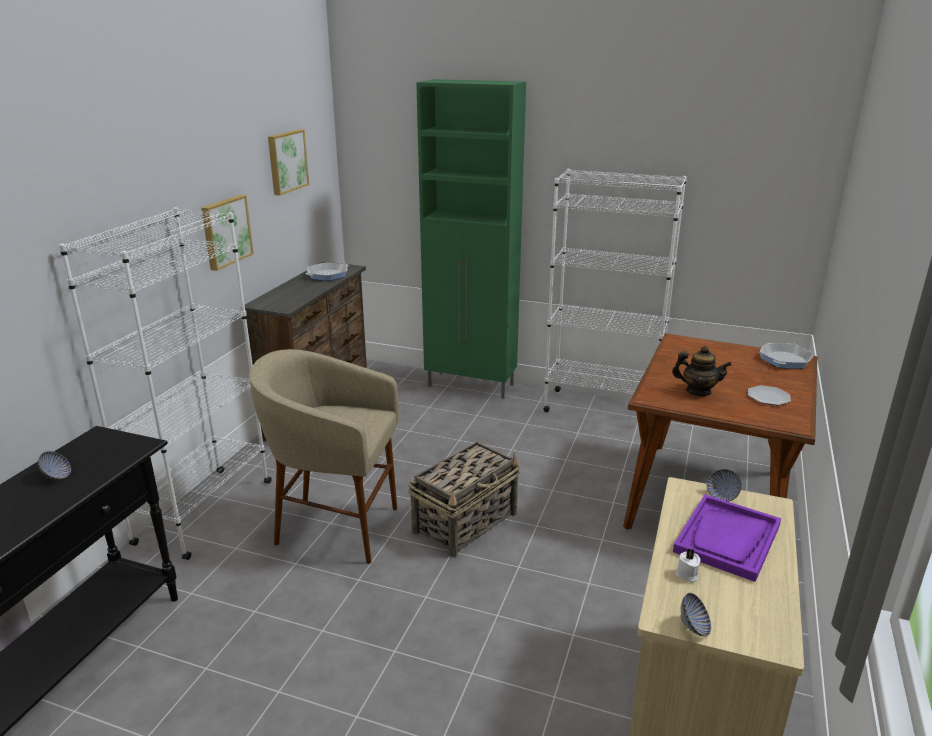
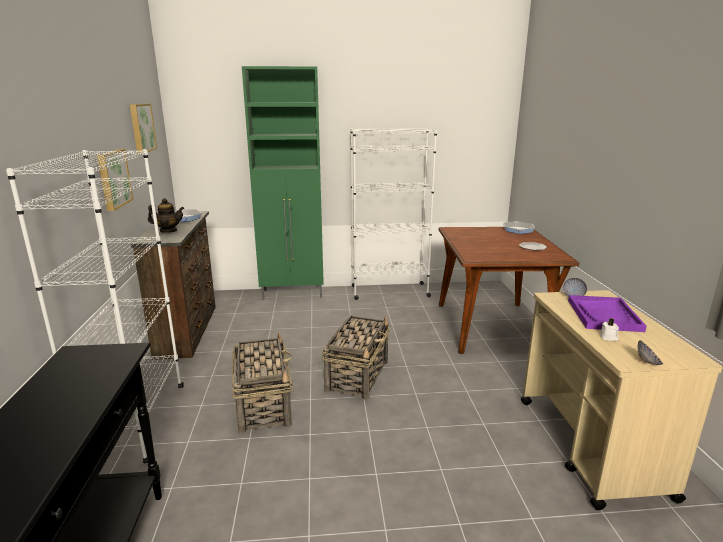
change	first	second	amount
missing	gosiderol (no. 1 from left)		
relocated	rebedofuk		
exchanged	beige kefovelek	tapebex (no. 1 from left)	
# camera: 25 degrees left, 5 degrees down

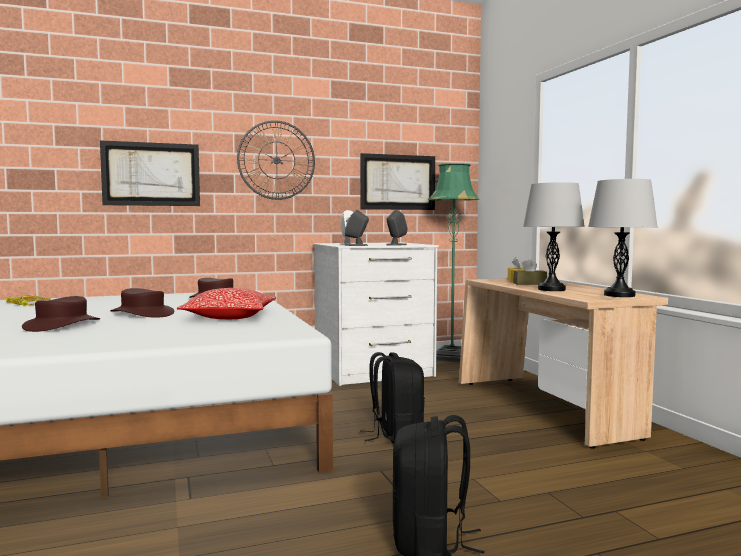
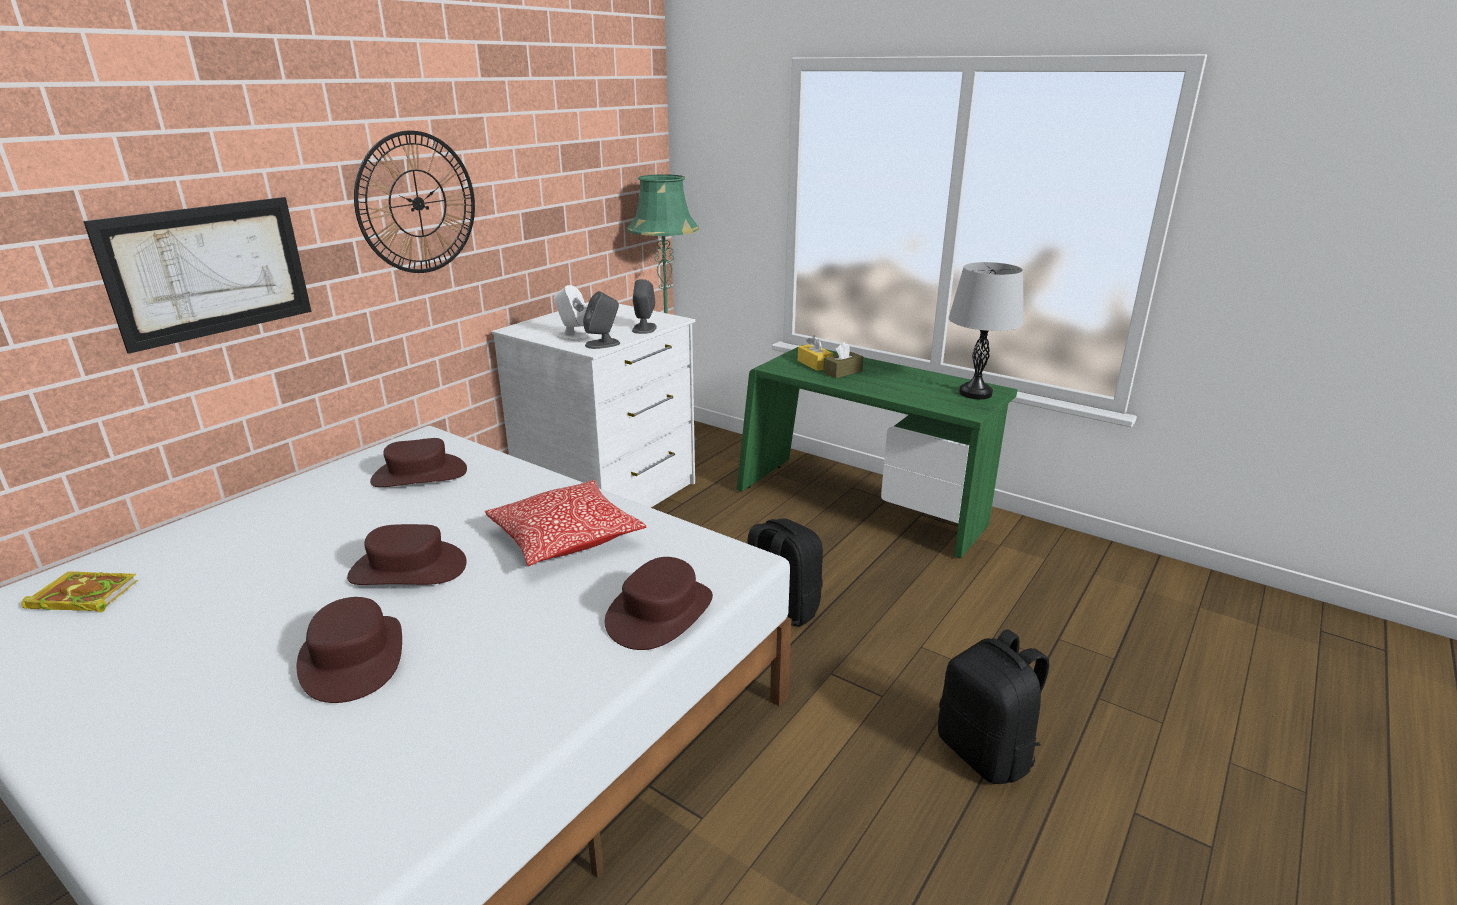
change	first	second	amount
missing	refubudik (no. 2 from left)		
missing	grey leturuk (no. 1 from left)		
appeared		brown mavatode (no. 4 from left)	
colour	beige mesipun	green mesipun	
# camera: 35 degrees left, 20 degrees up

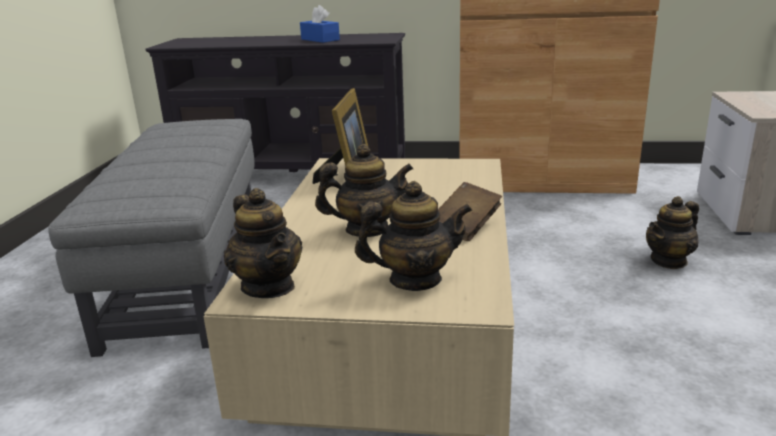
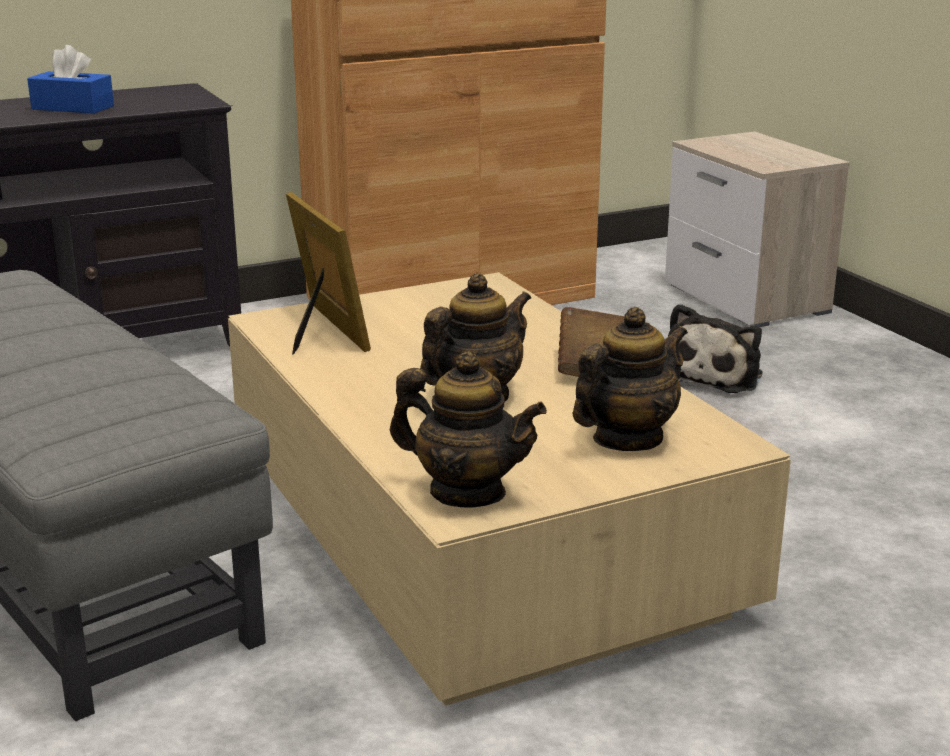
change	first	second	amount
exchanged	rebedofuk (no. 4 from left)	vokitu	
# camera: 35 degrees left, 0 degrees up

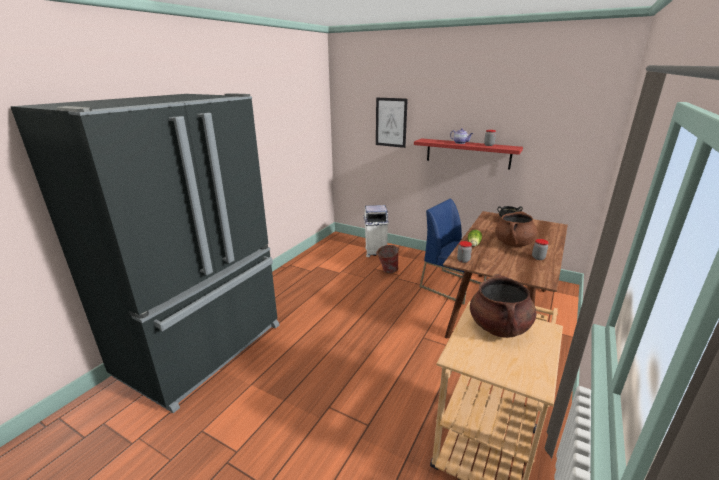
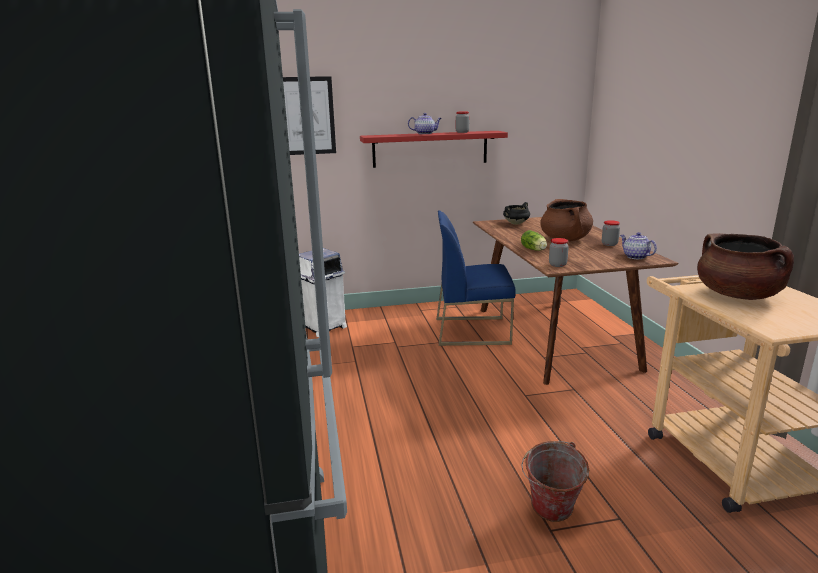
change	first	second	amount
appeared		rebedofuk (no. 2 from left)	
relocated	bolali		
# camera: 40 degrees left, 5 degrees down

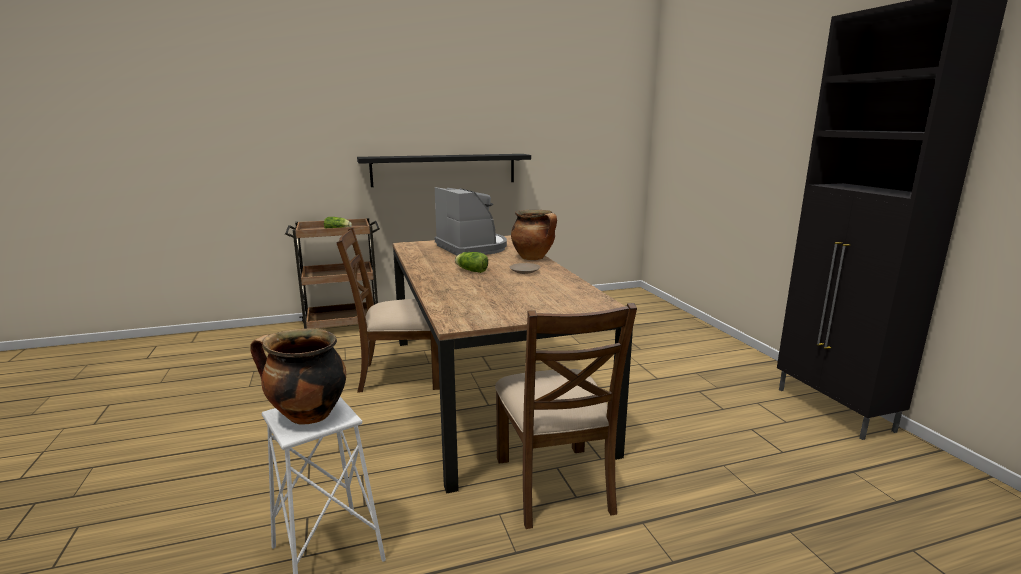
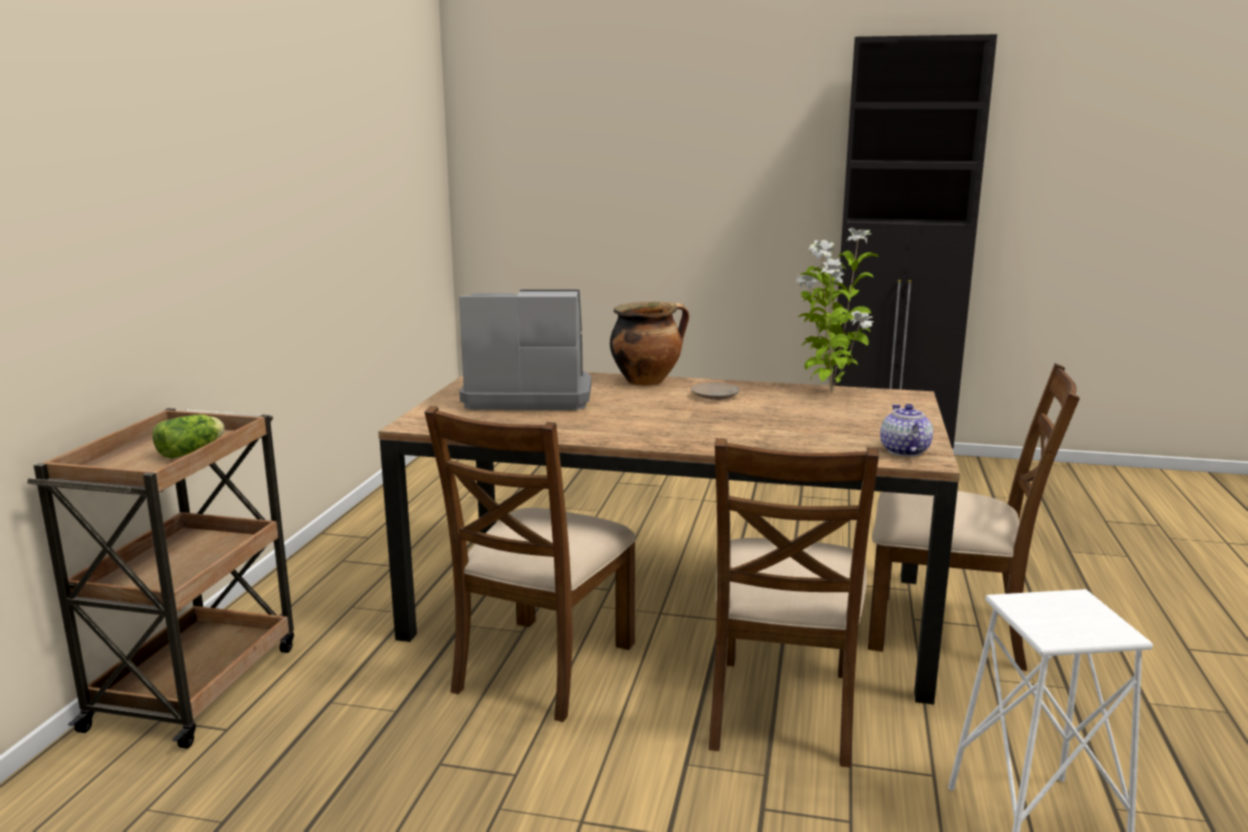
change	first	second	amount
missing	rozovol (no. 1 from left)		
missing	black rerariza		
missing	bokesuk (no. 2 from left)		
appeared		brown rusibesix (no. 2 from left)	
appeared		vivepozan	
appeared		rebedofuk	
# camera: 60 degrees left, 0 degrees up

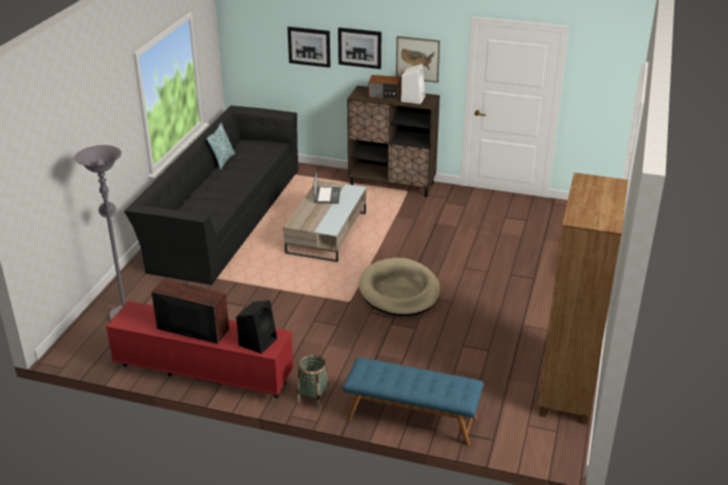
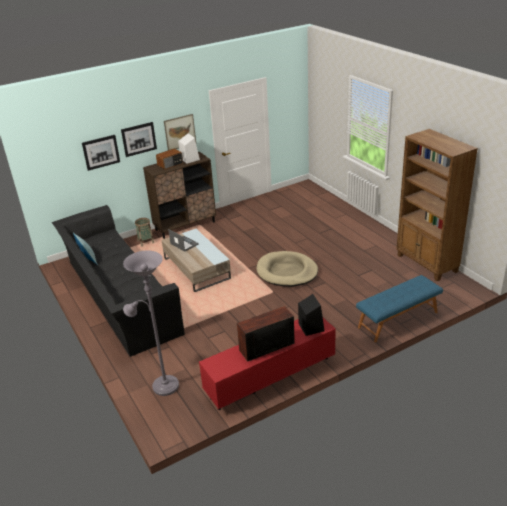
change	first	second	amount
relocated	tapebex		
# camera: 45 degrees left, 0 degrees up

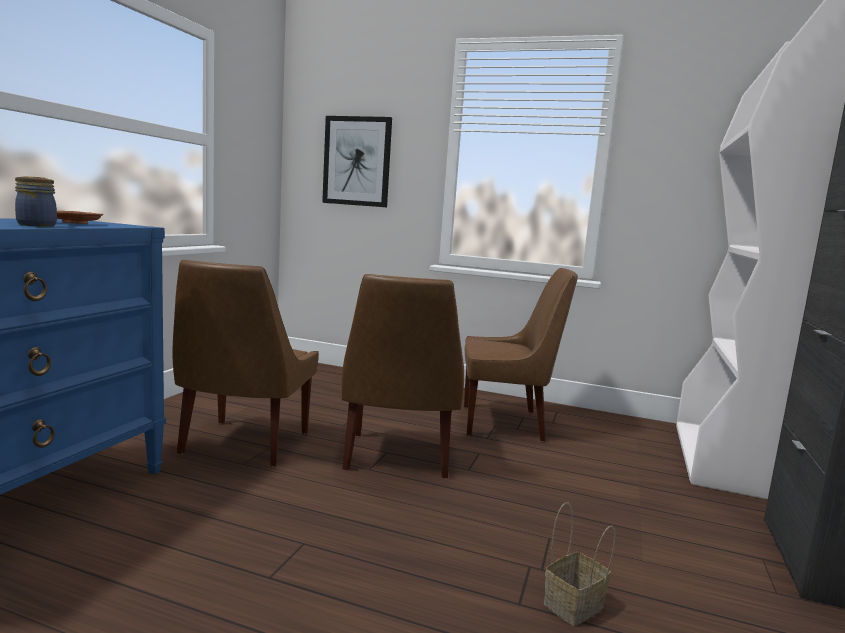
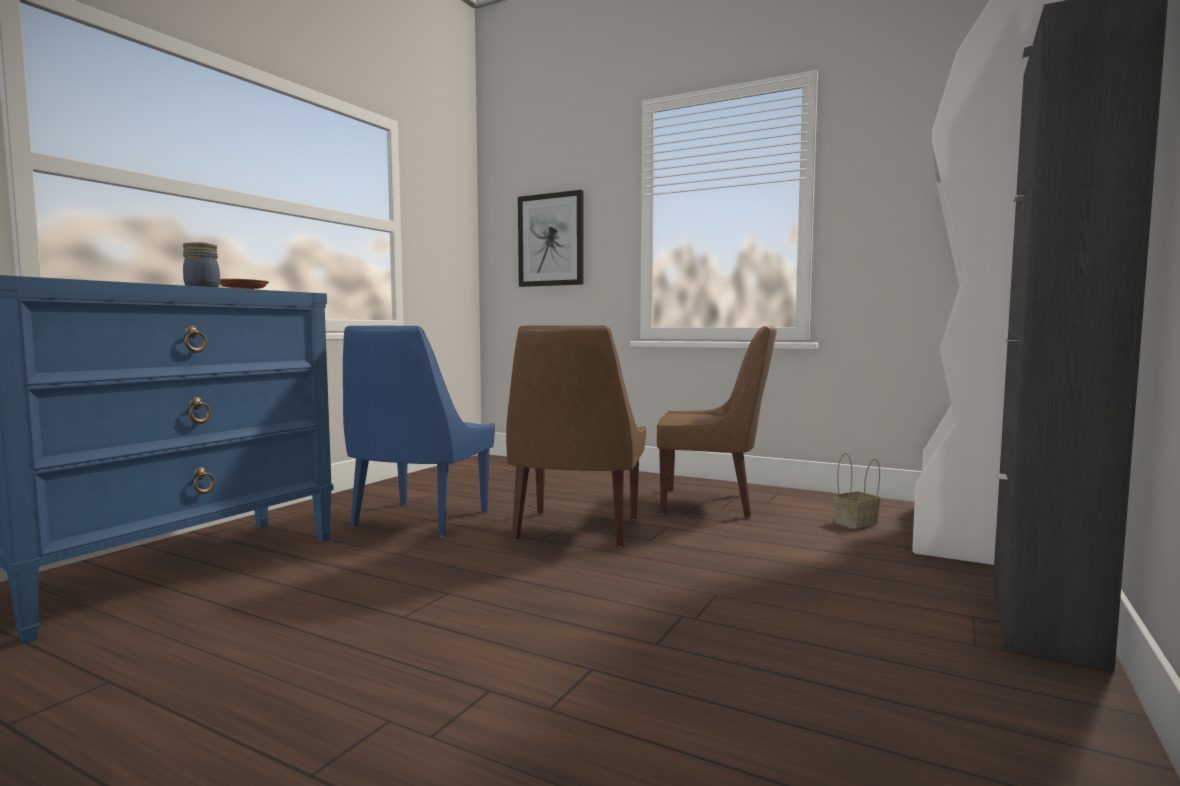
change	first	second	amount
relocated	tapebex		
colour	brown rusibesix (no. 1 from left)	blue rusibesix	
# camera: 10 degrees right, 5 degrees down

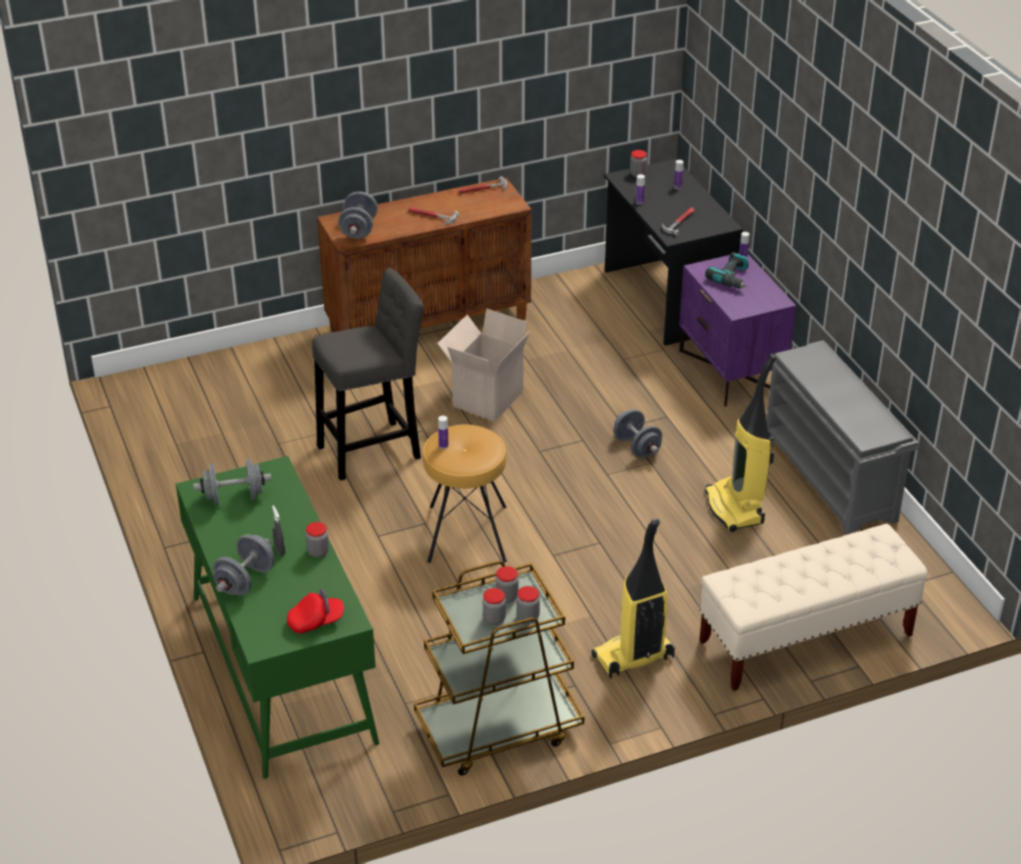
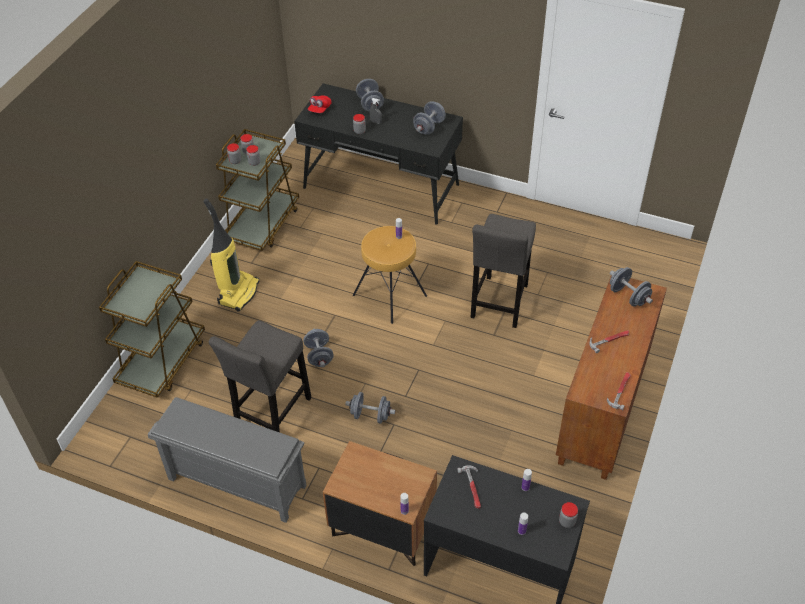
change	first	second	amount
missing	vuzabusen		
missing	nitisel		
appeared		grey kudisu (no. 1 from left)	
exchanged	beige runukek	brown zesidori (no. 1 from left)	
exchanged	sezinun (no. 2 from left)	grey kefovelek (no. 1 from left)	
colour	green mesipun	black mesipun (no. 1 from left)	
colour	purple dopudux	brown dopudux	
# camera: 135 degrees right, 10 degrees up

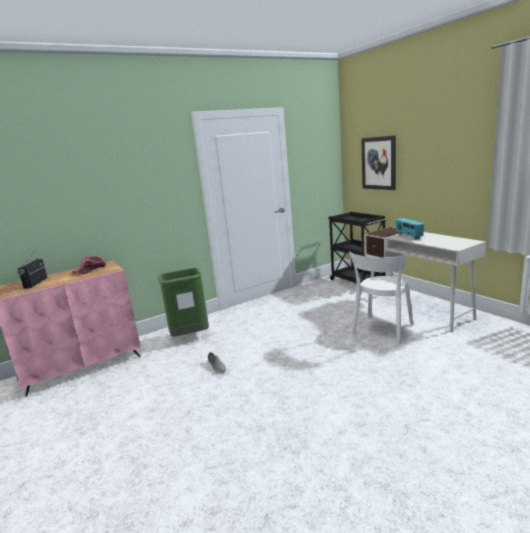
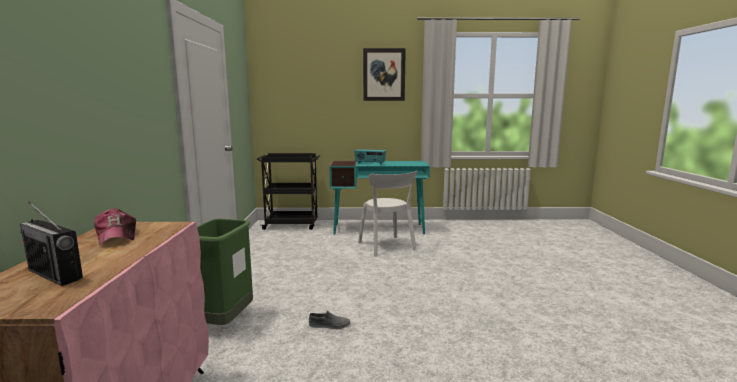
change	first	second	amount
relocated	refubudik		
colour	white mesipun	turquoise mesipun	
# camera: 60 degrees left, 5 degrees down

